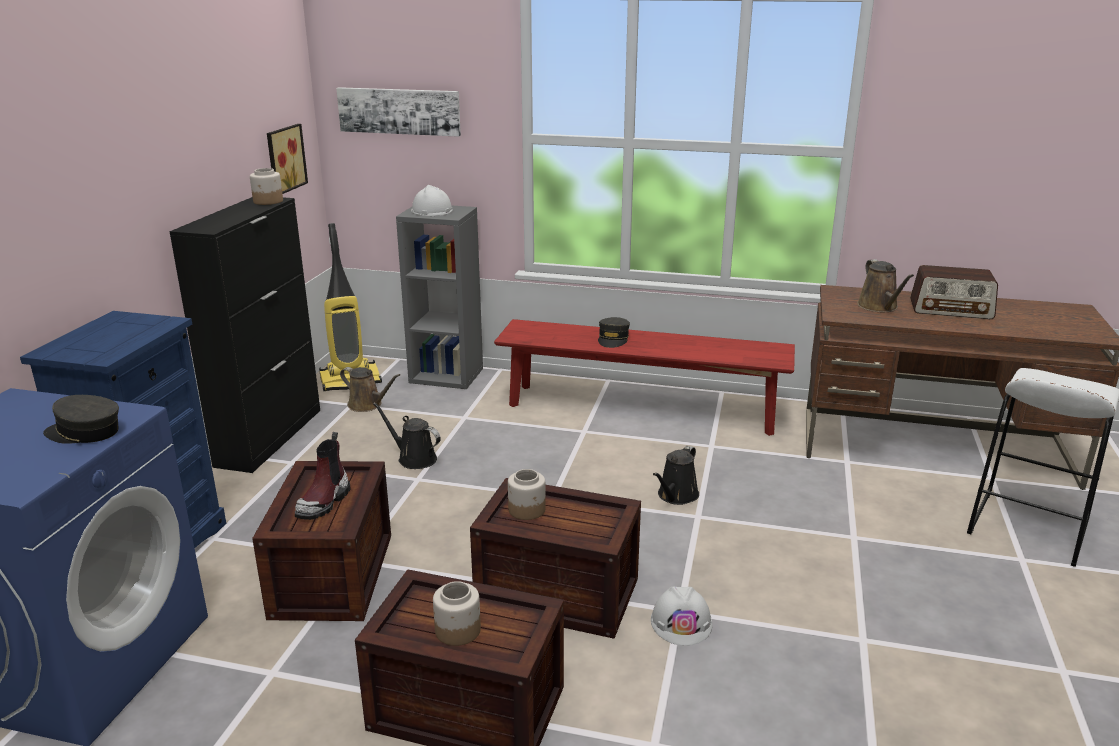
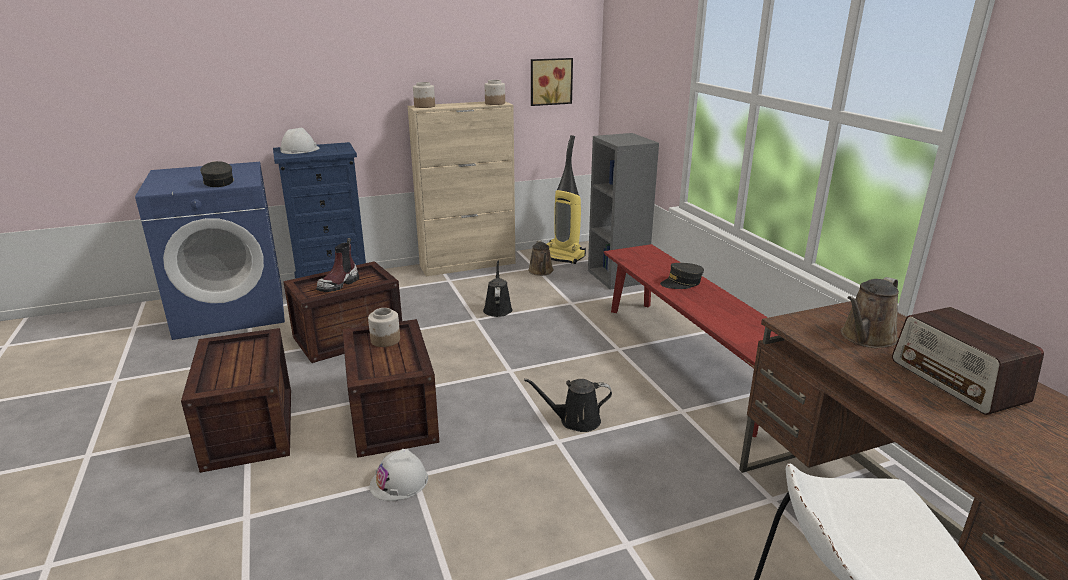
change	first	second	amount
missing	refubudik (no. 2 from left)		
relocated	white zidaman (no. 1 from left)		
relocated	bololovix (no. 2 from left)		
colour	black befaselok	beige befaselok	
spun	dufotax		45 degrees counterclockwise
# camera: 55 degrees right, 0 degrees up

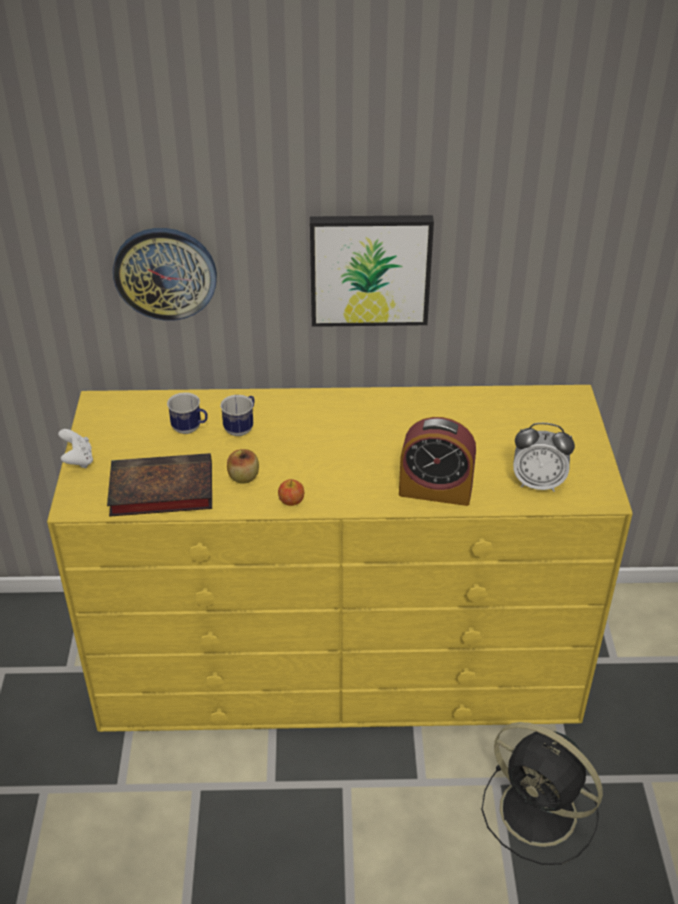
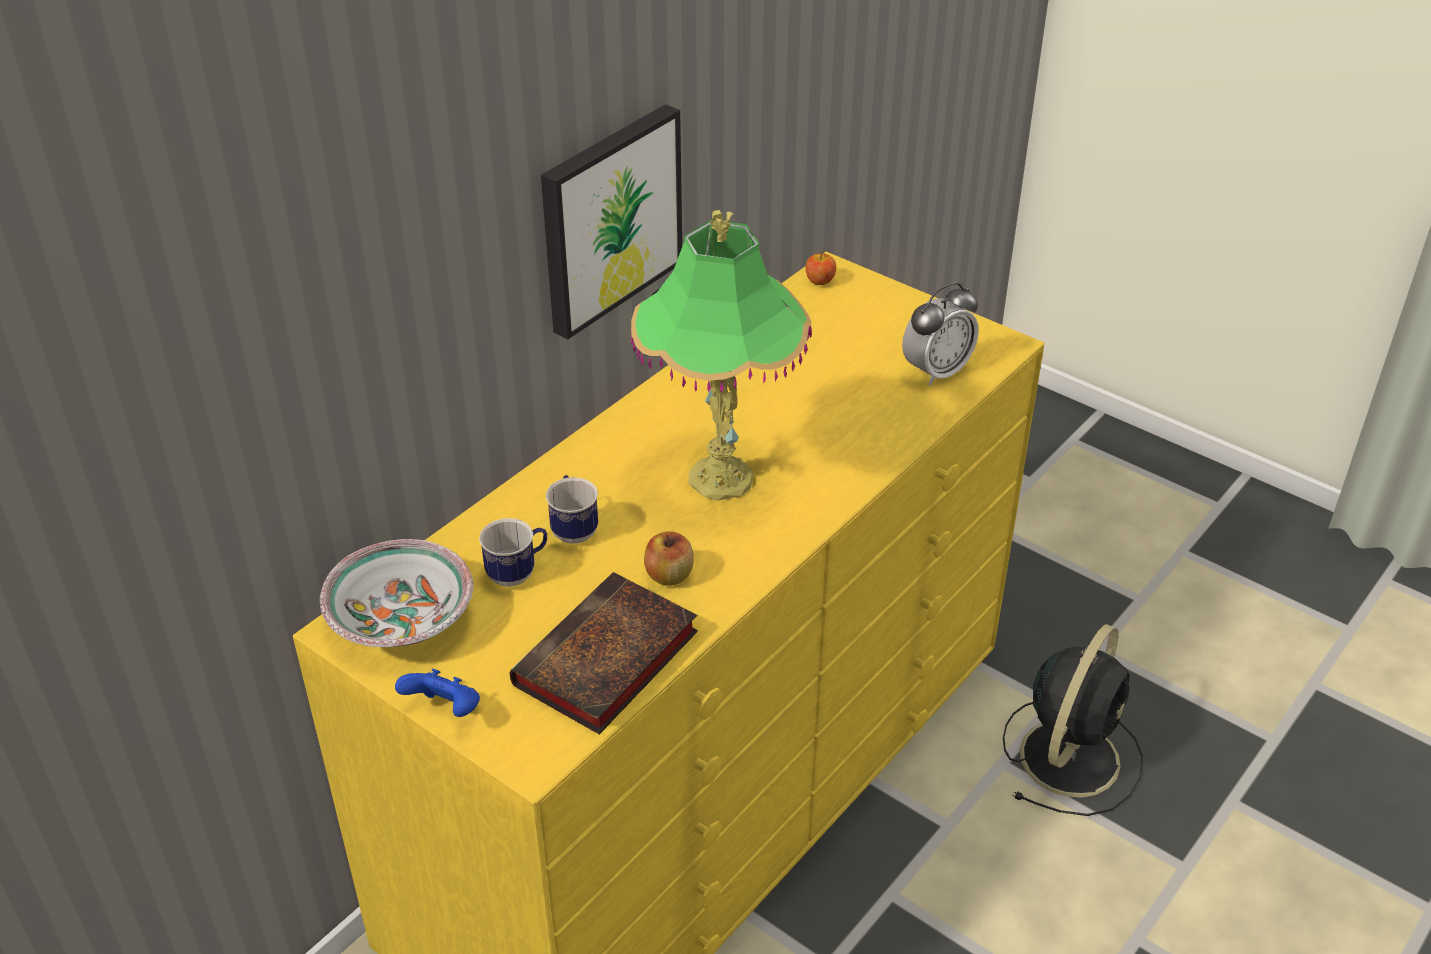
change	first	second	amount
missing	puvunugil		
missing	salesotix (no. 1 from left)		
appeared		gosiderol	
appeared		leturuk	
relocated	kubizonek (no. 2 from left)		
colour	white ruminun	blue ruminun	
spun	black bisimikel		45 degrees counterclockwise
# camera: 50 degrees left, 0 degrees up

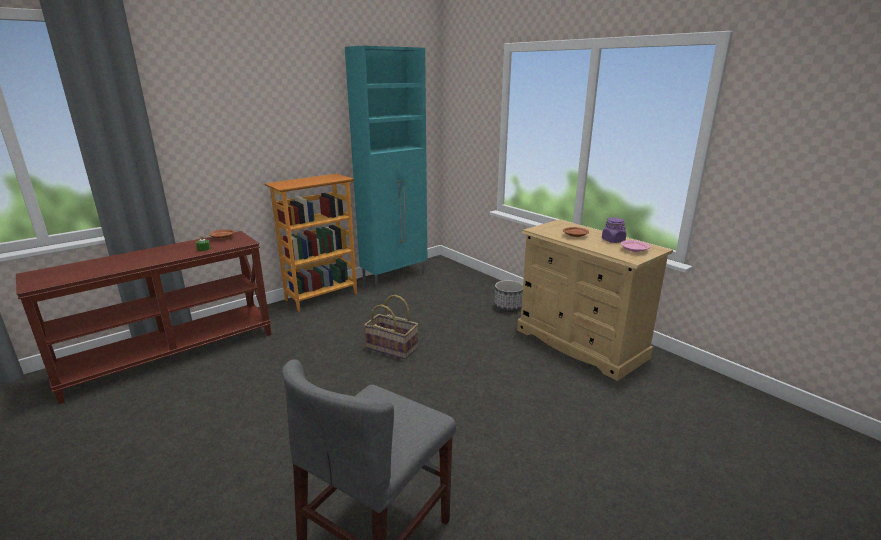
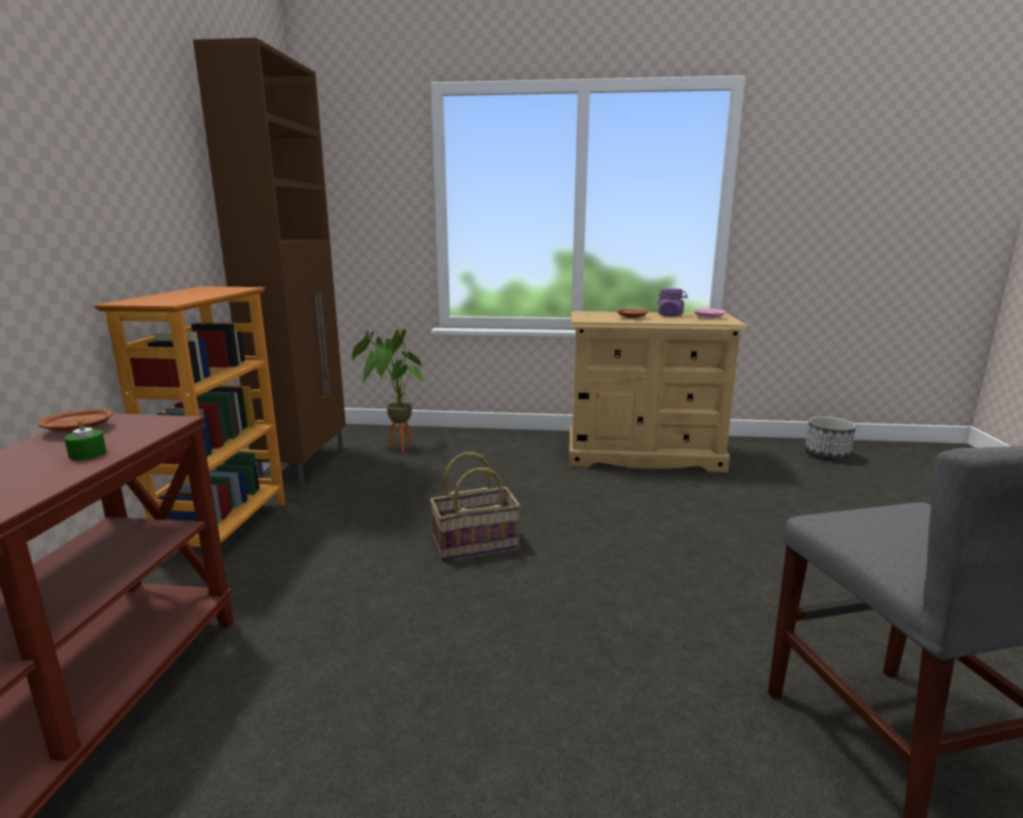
change	first	second	amount
appeared		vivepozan	
relocated	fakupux		
colour	turquoise befaselok	brown befaselok	
# camera: 45 degrees left, 5 degrees down

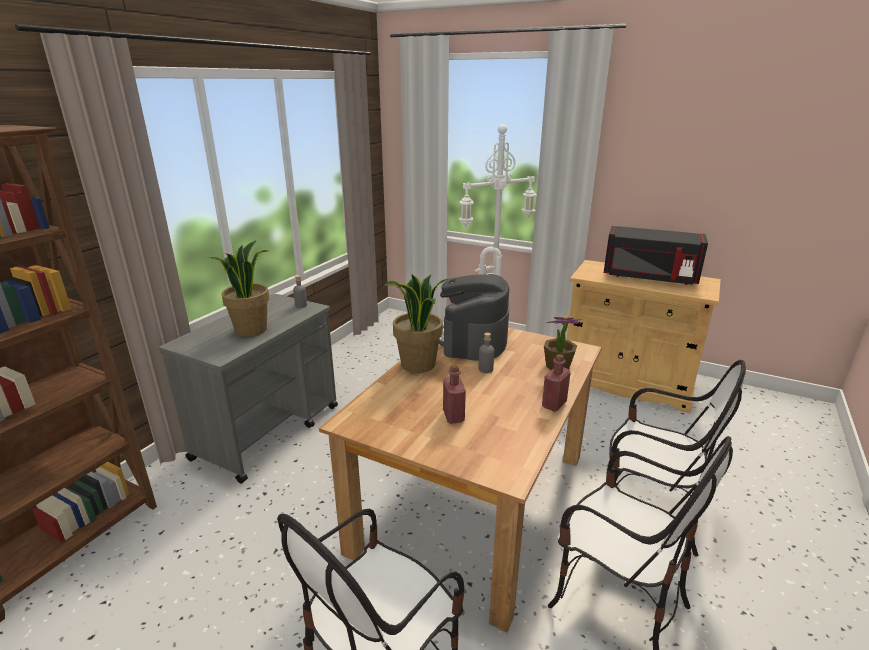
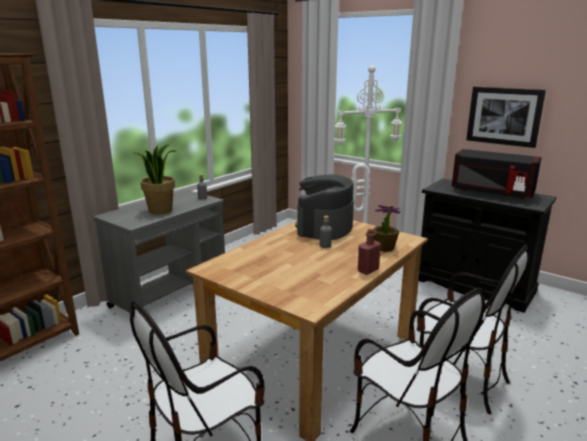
change	first	second	amount
missing	vivepozan (no. 2 from left)		
missing	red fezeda (no. 1 from left)		
appeared		refubudik	
colour	beige befaselok	black befaselok	
# camera: 10 degrees right, 5 degrees down

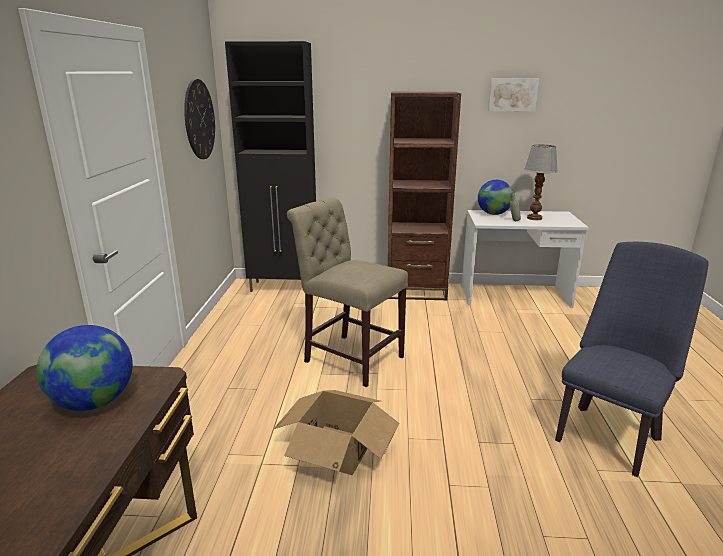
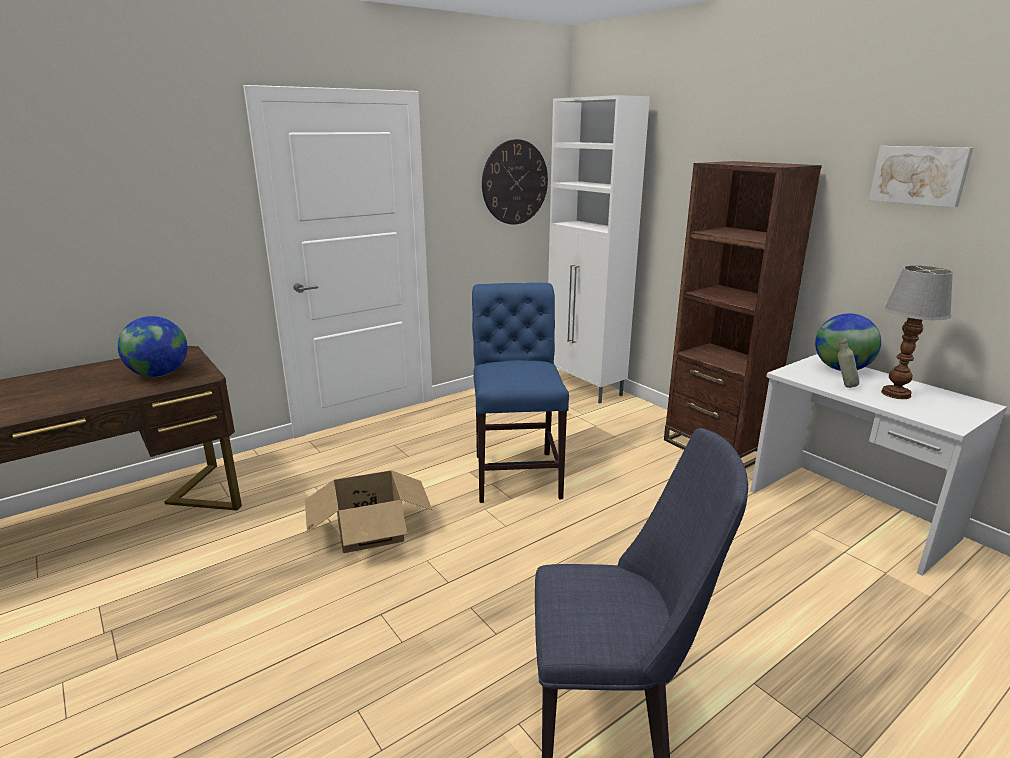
change	first	second	amount
colour	black befaselok	white befaselok	
colour	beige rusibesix	blue rusibesix (no. 1 from left)	
# camera: 50 degrees right, 0 degrees up

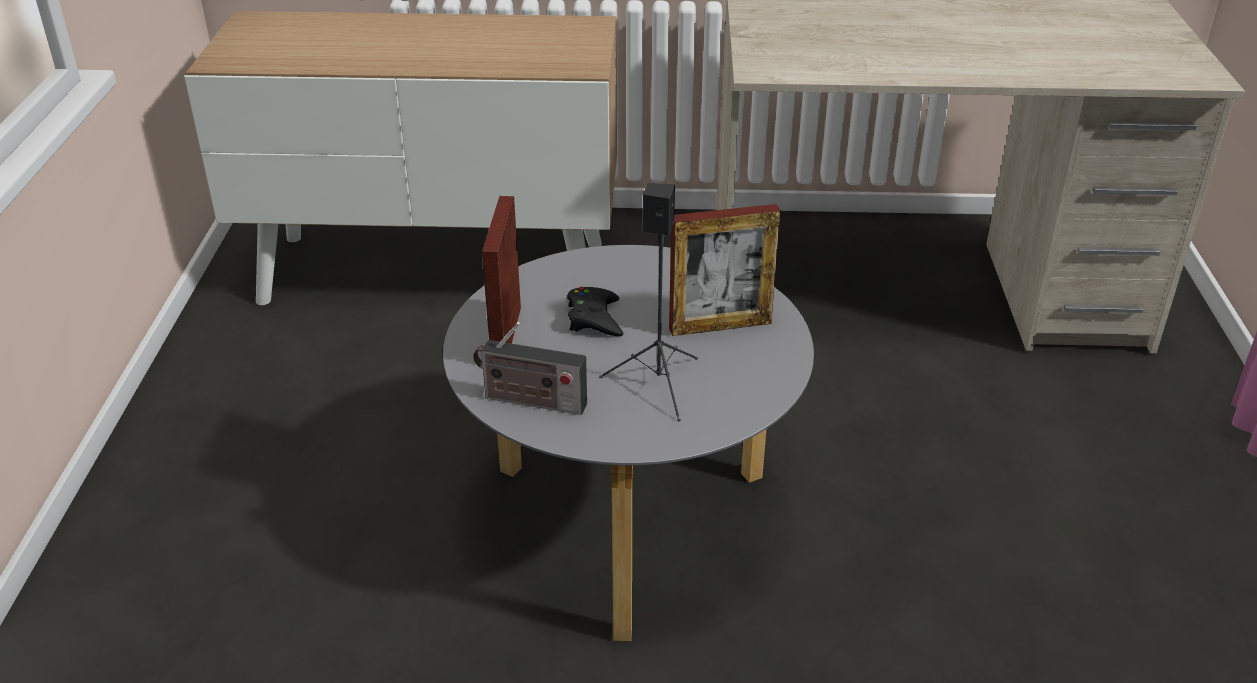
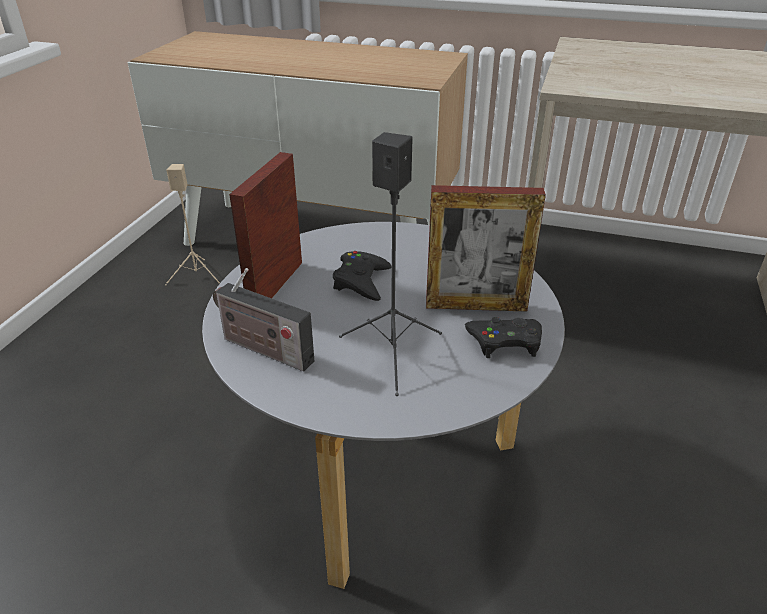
change	first	second	amount
appeared		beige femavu	
appeared		black ruminun (no. 2 from left)	
# camera: 15 degrees right, 0 degrees up

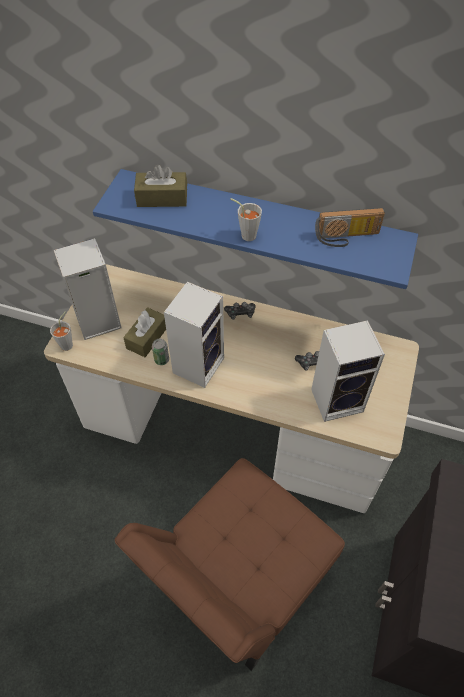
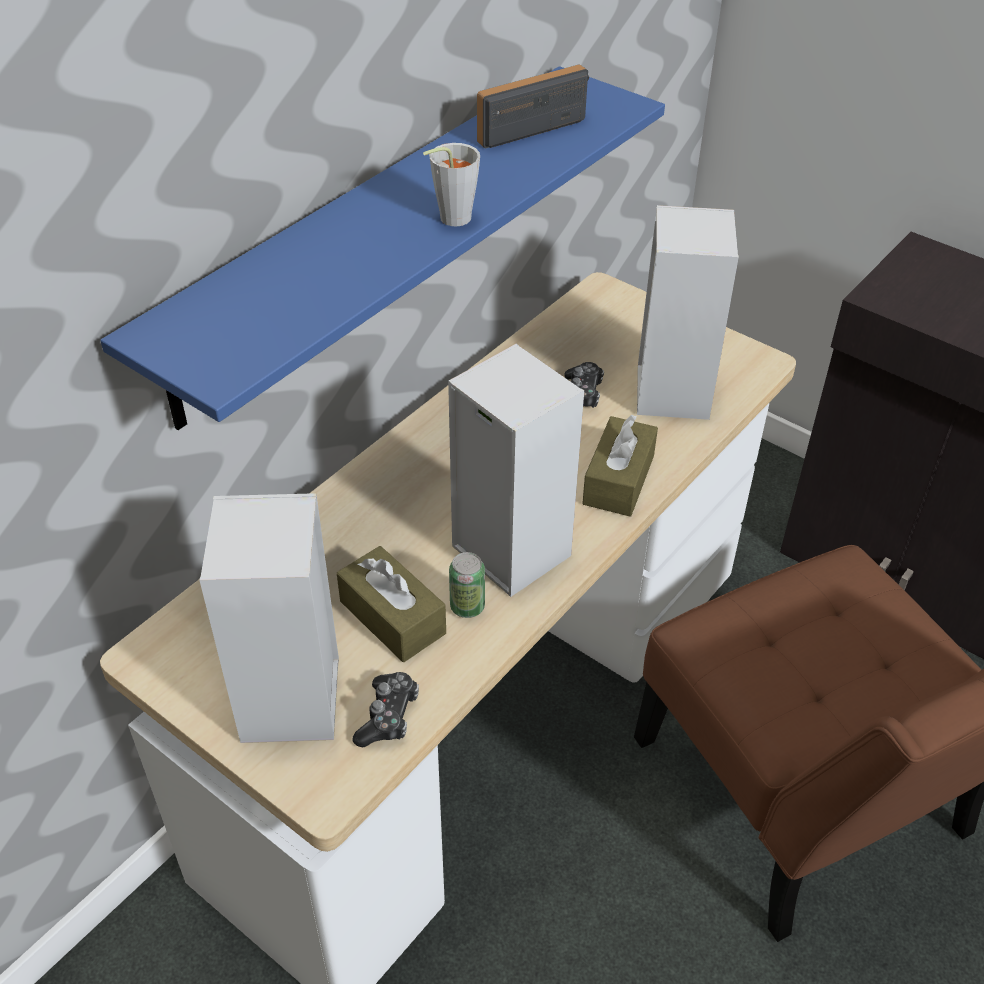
change	first	second	amount
missing	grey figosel (no. 1 from left)		
relocated	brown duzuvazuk (no. 2 from left)		
relocated	ruminun (no. 1 from left)		
spun	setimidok		135 degrees counterclockwise
# camera: 70 degrees left, 10 degrees down

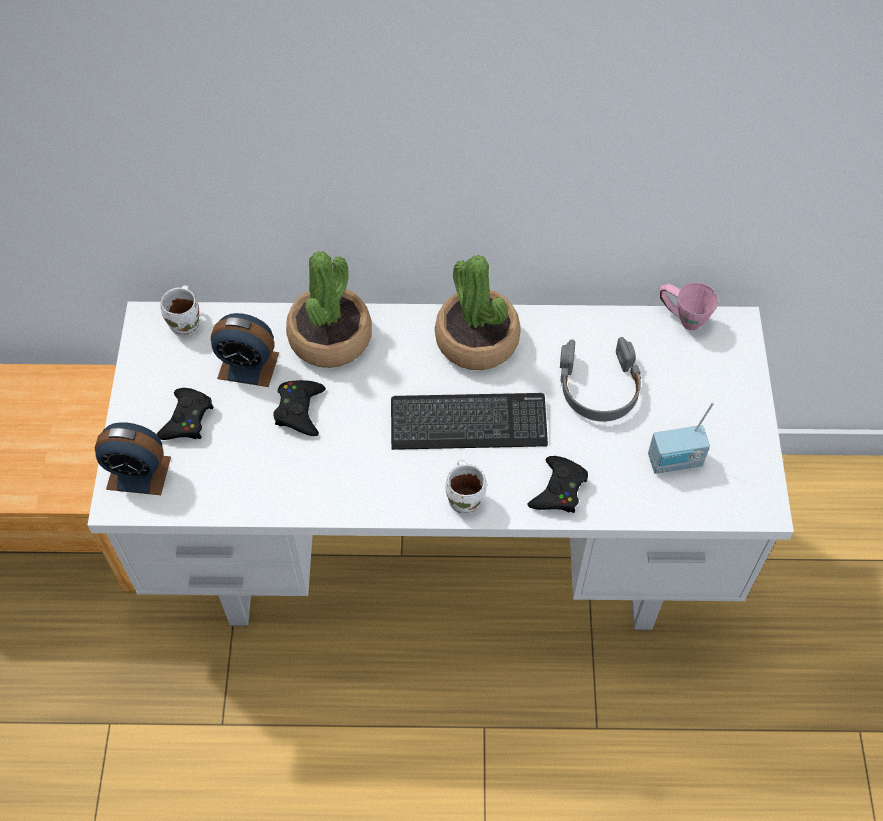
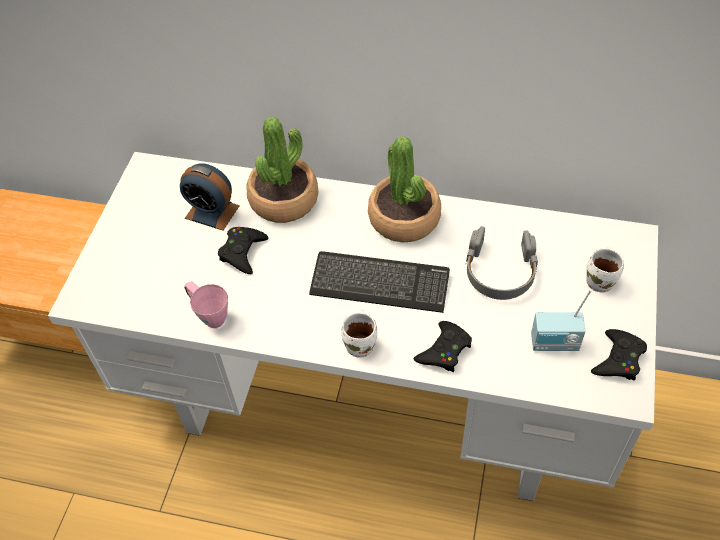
change	first	second	amount
missing	salesotix (no. 1 from left)		
relocated	black ruminun (no. 1 from left in the first image)	black ruminun (no. 3 from left)	
relocated	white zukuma (no. 1 from left in the first image)	white zukuma (no. 2 from left)	
relocated	pink zukuma		
# camera: 15 degrees right, 5 degrees down

